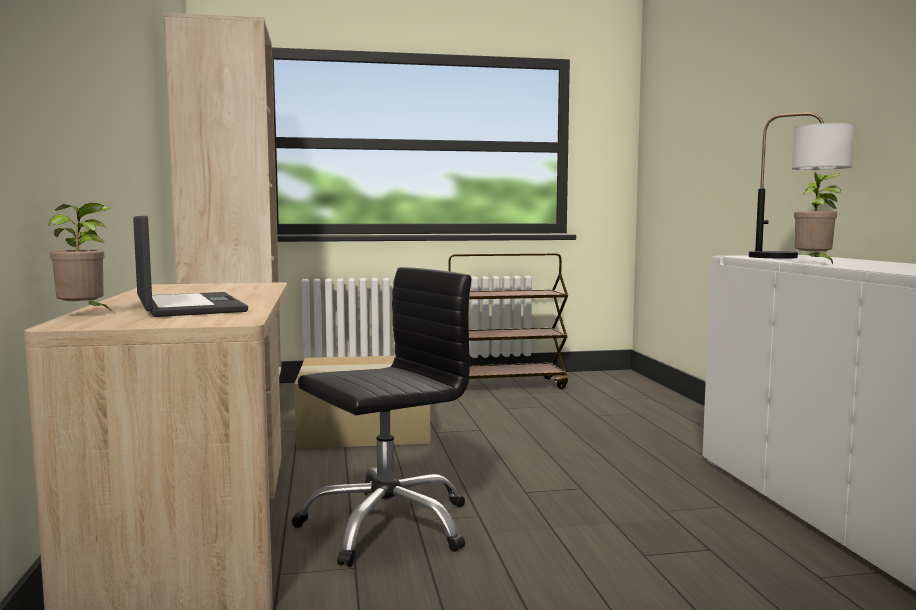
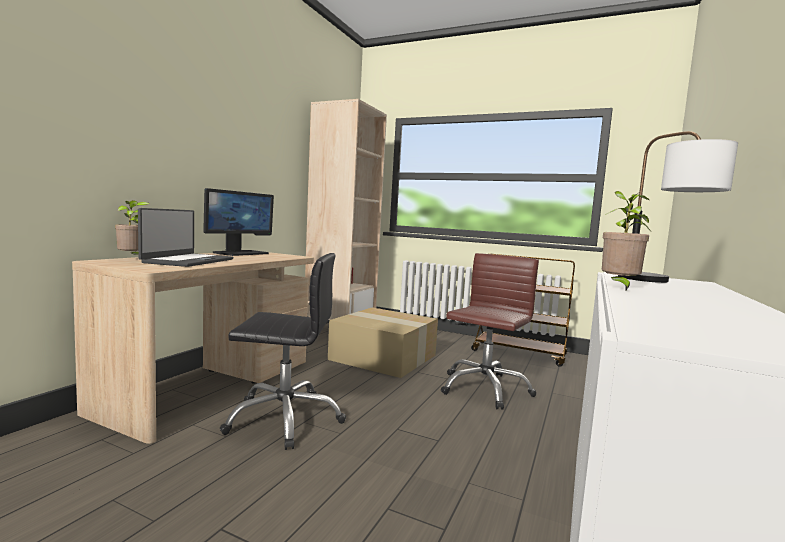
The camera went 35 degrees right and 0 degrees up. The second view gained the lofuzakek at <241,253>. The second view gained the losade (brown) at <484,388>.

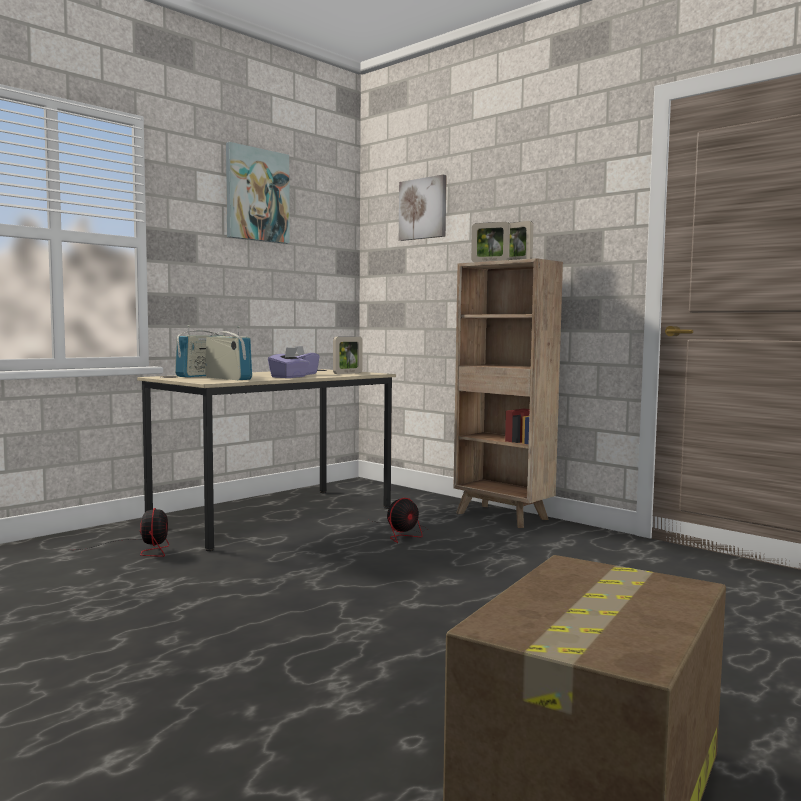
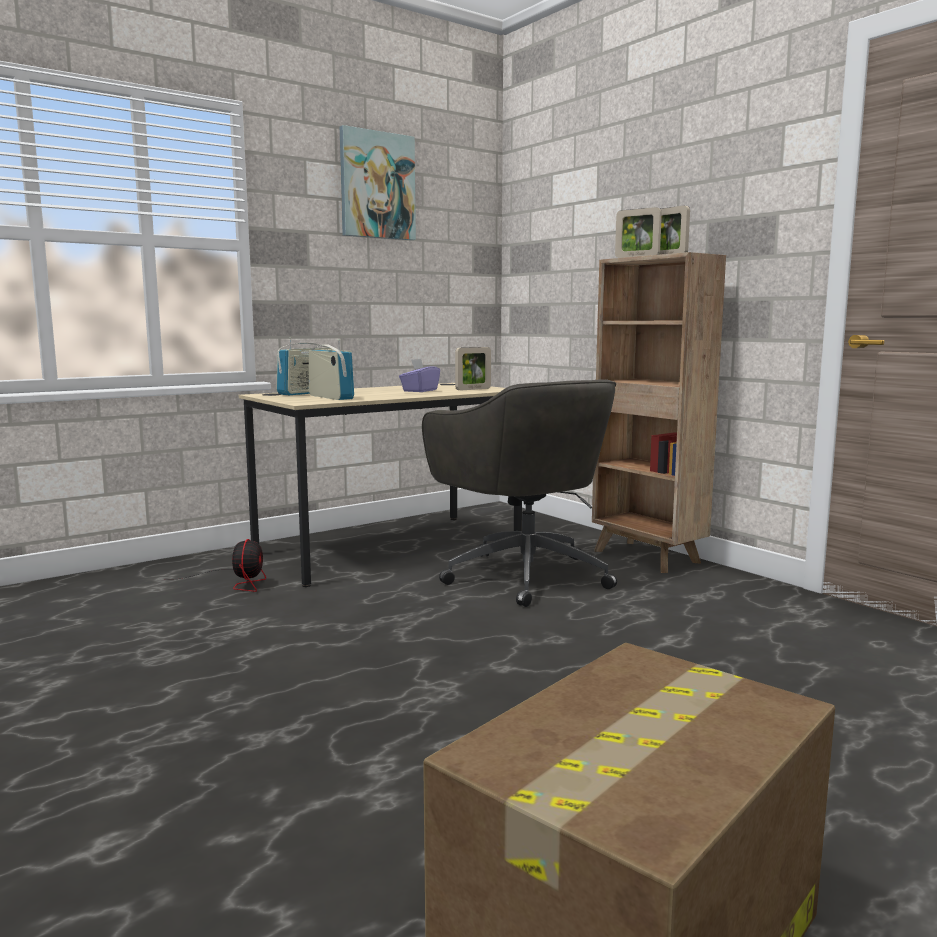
The camera went 10 degrees right and 5 degrees up. Where the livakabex stood at <403,534>, the losade (grey) came to stand at <523,575>. The second view lost the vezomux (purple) at <289,377>. The second view lost the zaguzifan at <423,209>.

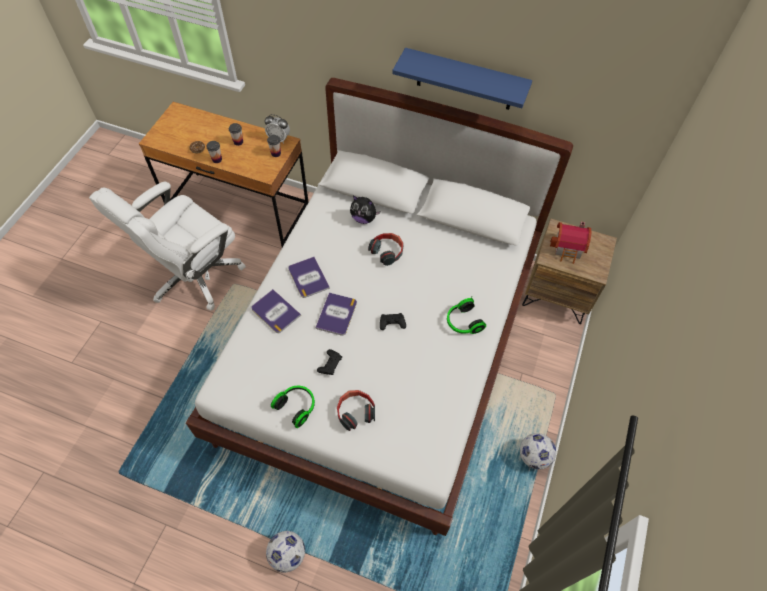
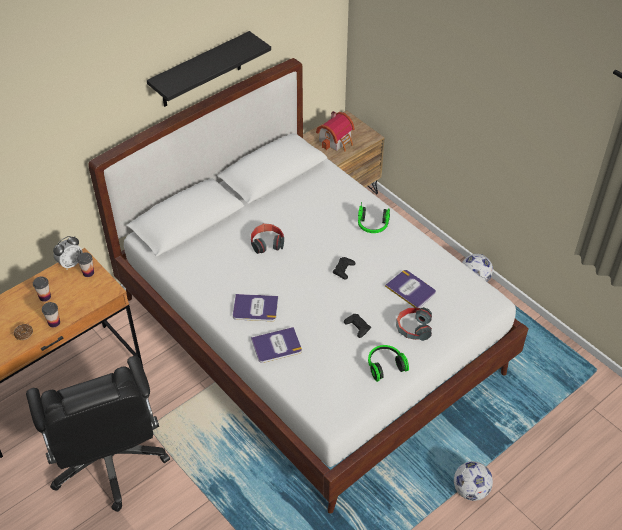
The camera went 60 degrees left and 10 degrees down. What was the losade (white) at <193,275> turned into the losade (black) at <109,462>. What was the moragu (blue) at <465,80> turned into the moragu (black) at <201,71>. The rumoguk ended up elsewhere, having gone from <336,314> to <411,289>. The second view lost the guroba at <364,218>.

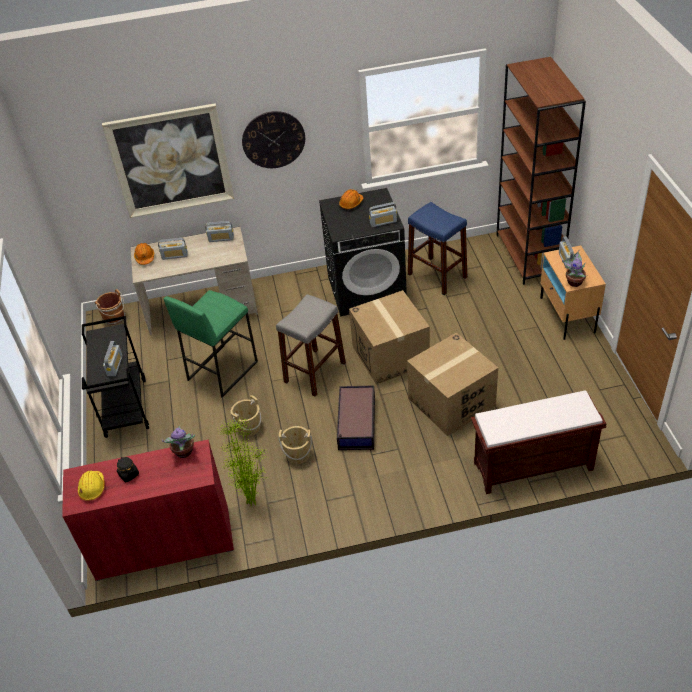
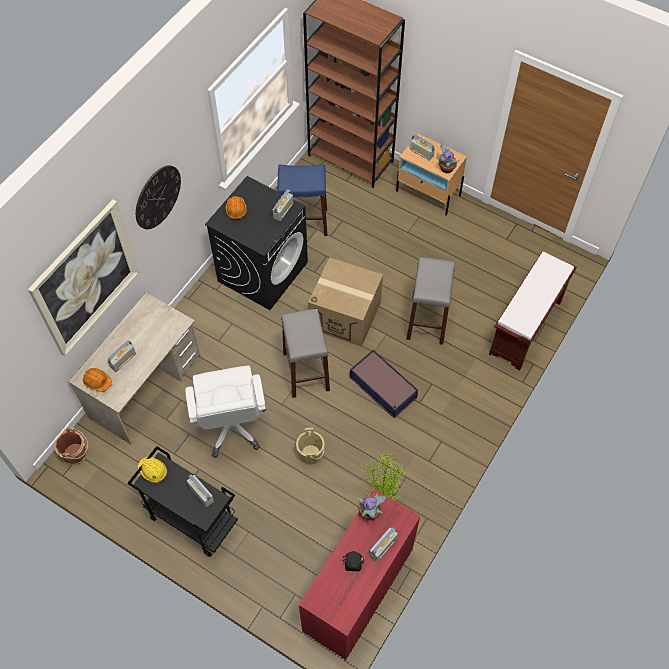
The camera went 50 degrees left and 15 degrees up. The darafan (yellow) ended up elsewhere, having gone from <92,488> to <153,471>. Where the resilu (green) stood at <222,370>, the losade (white) came to stand at <232,426>. The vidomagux ended up elsewhere, having gone from <221,238> to <383,547>. Where the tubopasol stood at <451,402>, the resilu (grey) came to stand at <427,320>. The second view lost the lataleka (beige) at <298,455>.

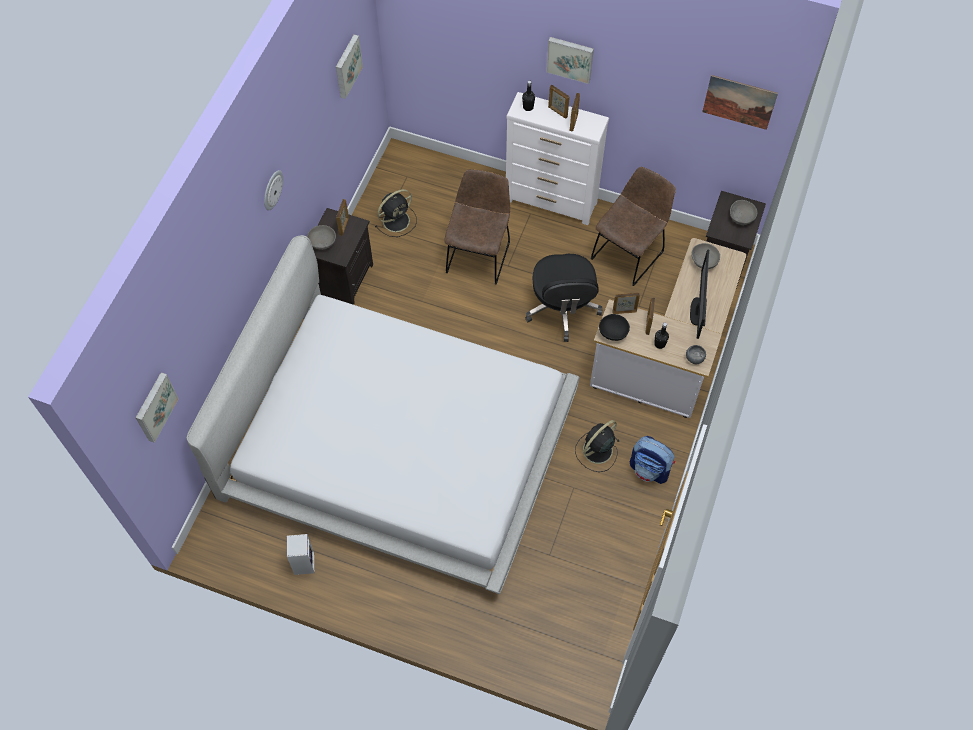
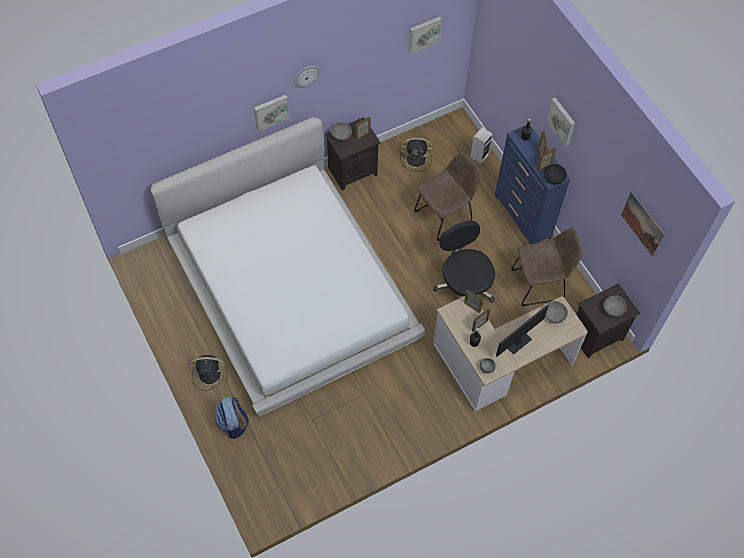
The camera went 40 degrees right and 0 degrees up. The livakabex (black) ended up elsewhere, having gone from <596,451> to <208,374>. The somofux ended up elsewhere, having gone from <650,469> to <233,424>. The zaguzifan ended up elsewhere, having gone from <154,406> to <271,111>. The losade (black) at <562,308> ended up facing another way, 120 degrees clockwise from before. The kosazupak ended up elsewhere, having gone from <303,562> to <479,155>. What was the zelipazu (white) at <551,202> turned into the zelipazu (blue) at <522,217>. The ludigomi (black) ended up elsewhere, having gone from <613,333> to <554,179>.

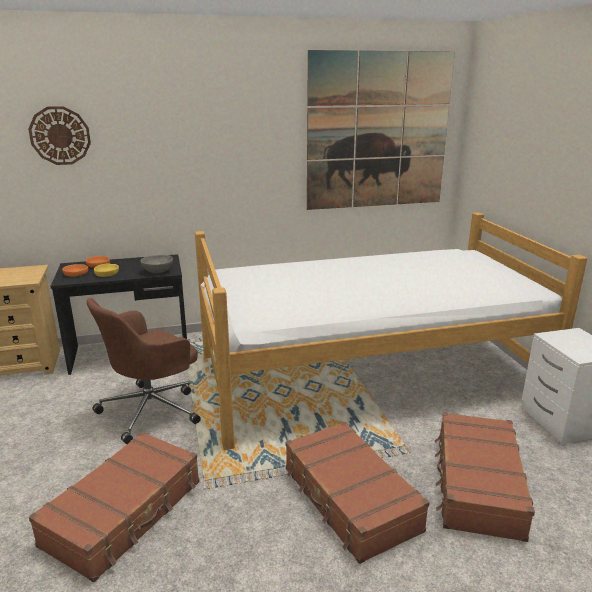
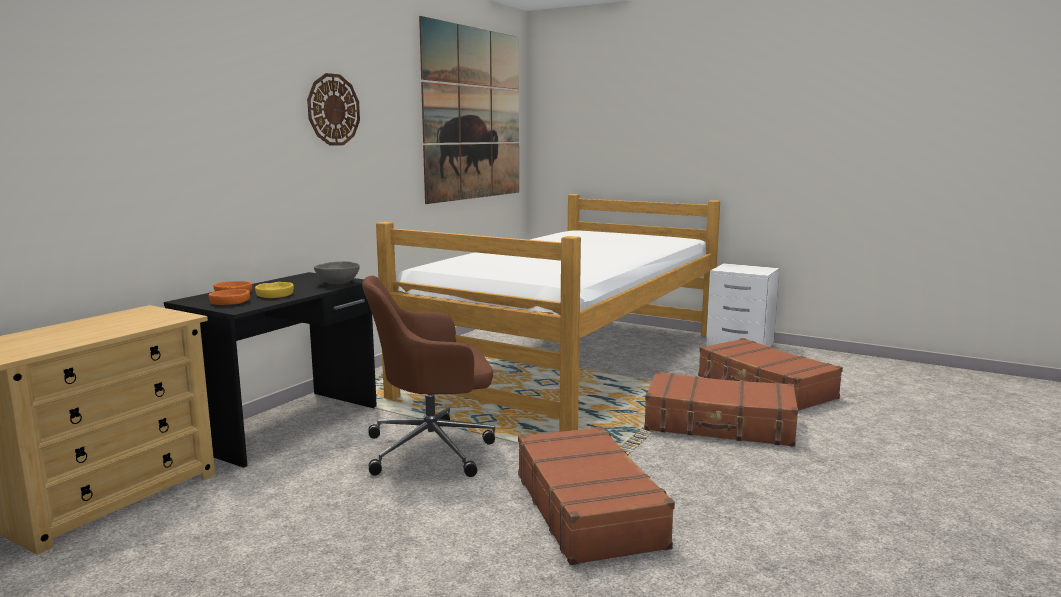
The camera went 45 degrees left and 10 degrees down. The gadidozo ended up elsewhere, having gone from <60,136> to <333,110>. The losade (brown) at <152,409> ended up facing another way, 75 degrees clockwise from before.

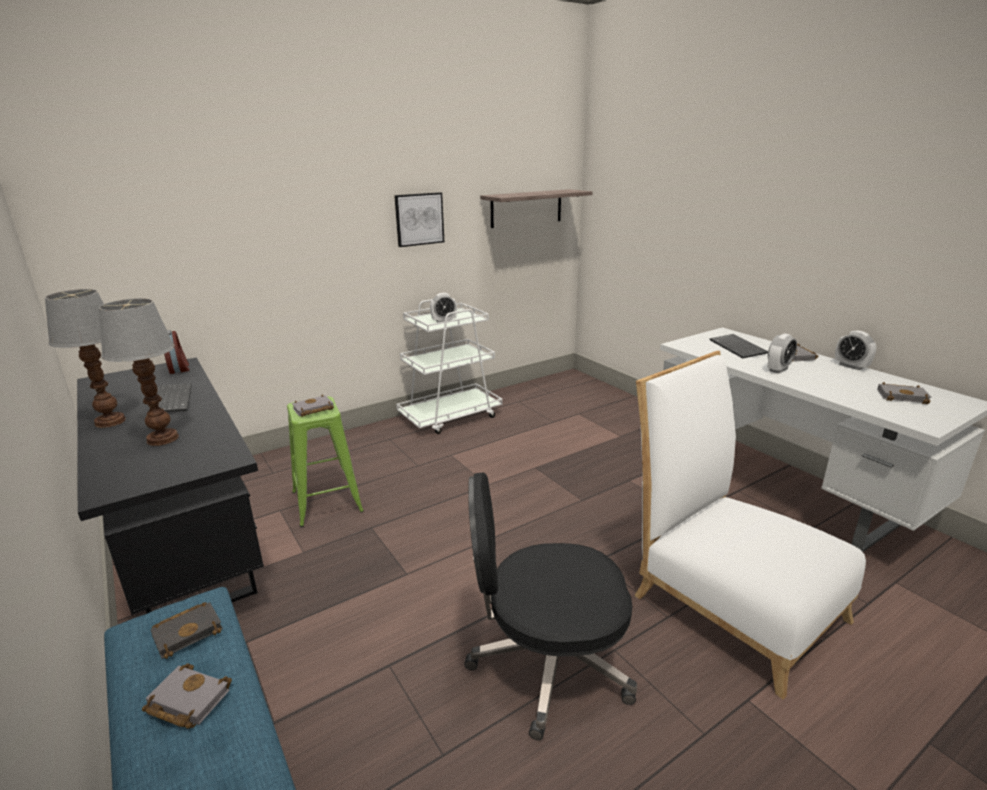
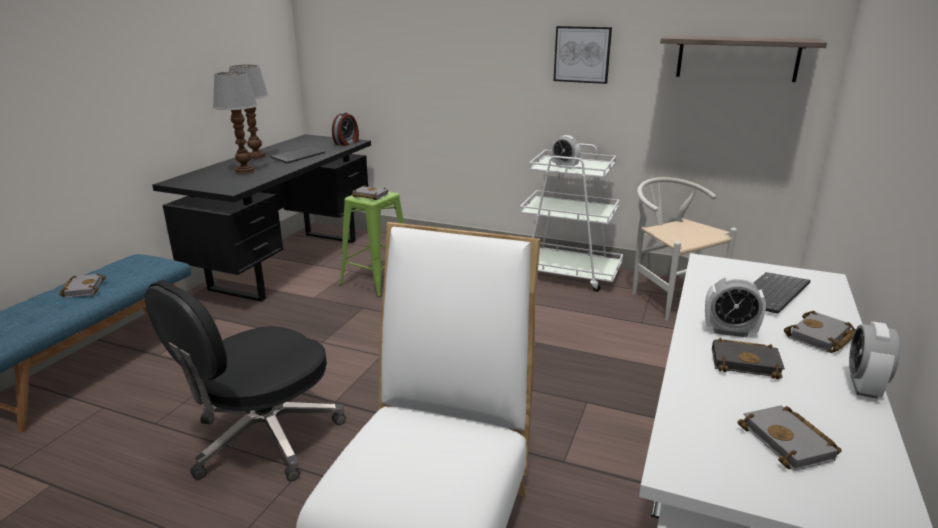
The camera went 55 degrees right and 0 degrees up. The losade (black) at <547,664> ended up facing another way, 105 degrees counterclockwise from before. The second view gained the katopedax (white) at <668,297>. The rumoguk (black) ended up elsewhere, having gone from <189,631> to <746,362>.

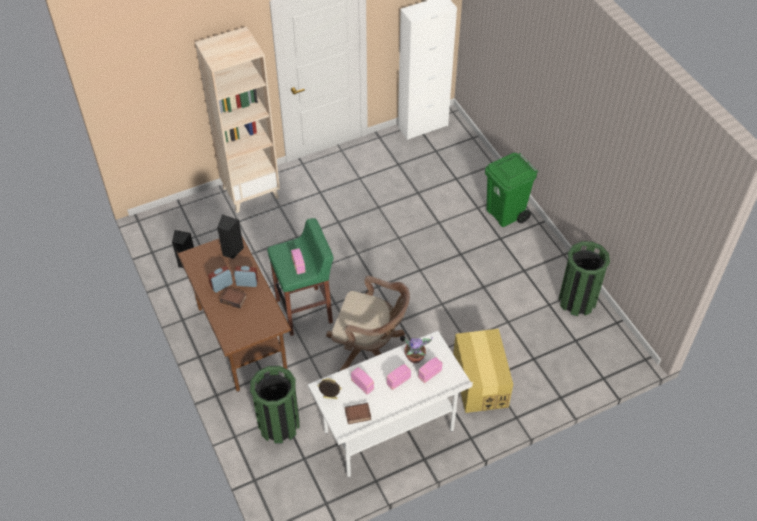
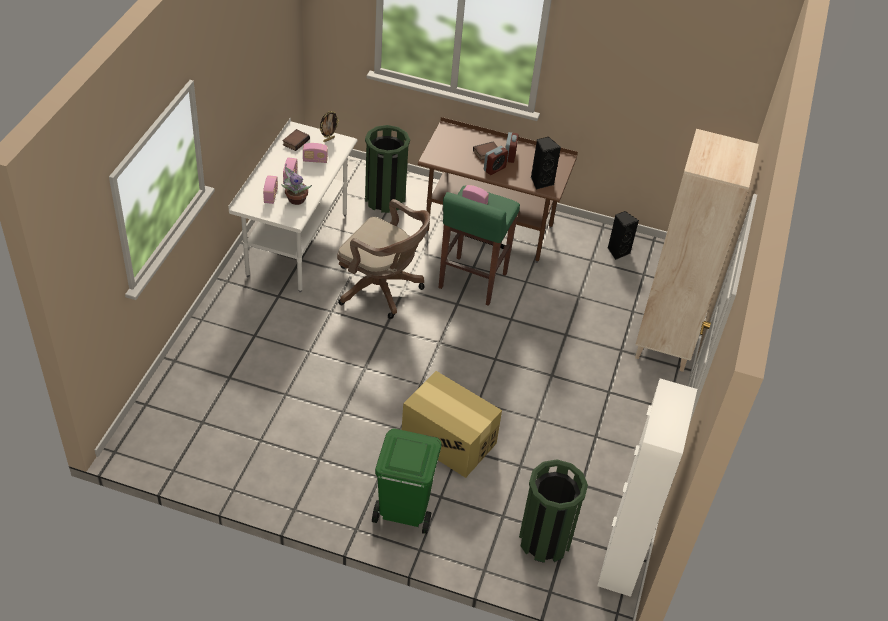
The camera went 130 degrees right and 5 degrees down. The losade (brown) at <370,349> ended up facing another way, 120 degrees counterclockwise from before. The tubopasol ended up elsewhere, having gone from <480,382> to <449,440>. The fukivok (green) ended up elsewhere, having gone from <577,300> to <544,540>.

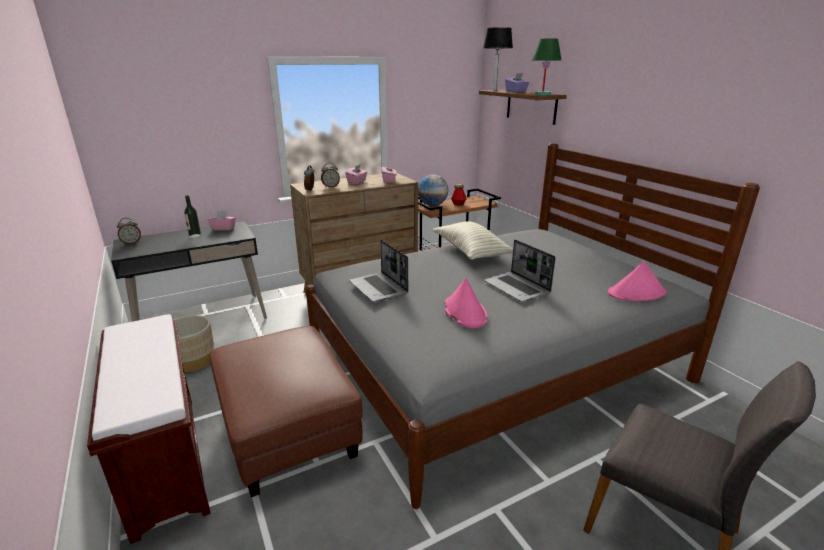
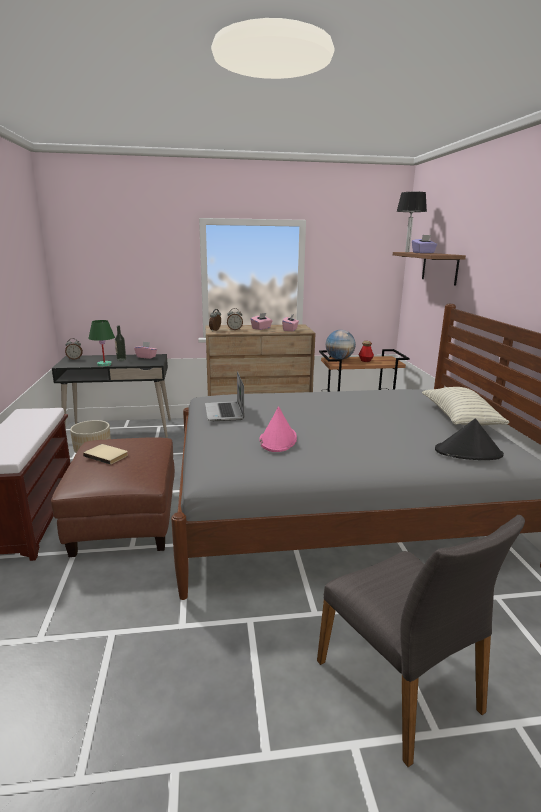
The camera went 20 degrees right and 5 degrees down. The second view gained the rumoguk (beige) at <107,455>. The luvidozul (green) ended up elsewhere, having gone from <542,94> to <105,364>. The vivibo ended up elsewhere, having gone from <471,252> to <459,419>. What was the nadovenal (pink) at <636,293> turned into the nadovenal (black) at <468,453>. The second view lost the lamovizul at <517,288>.

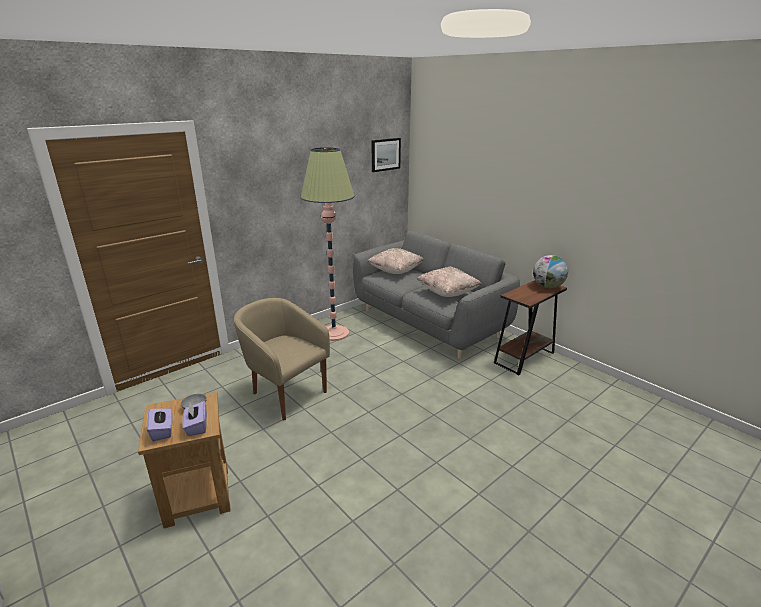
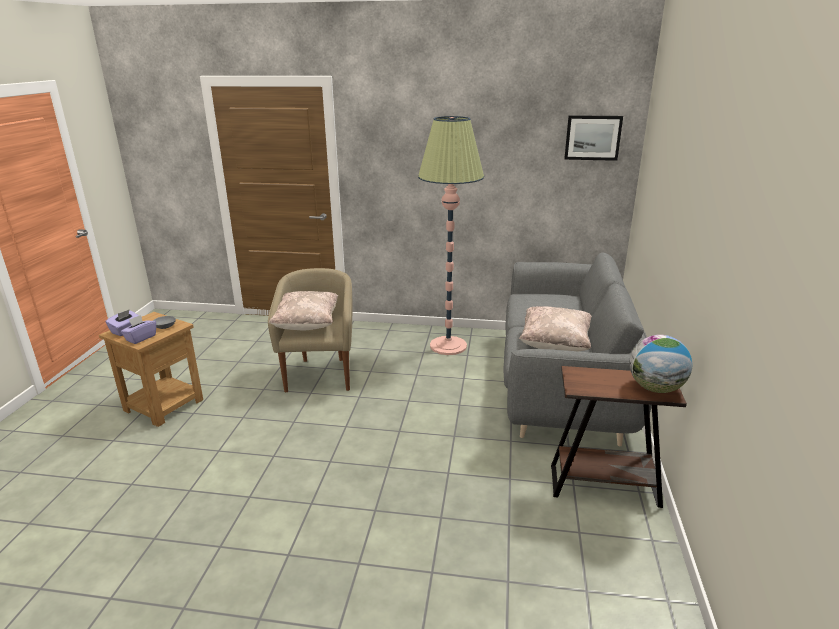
The camera went 50 degrees right and 0 degrees up. The vivibo (beige) ended up elsewhere, having gone from <395,271> to <306,325>.

